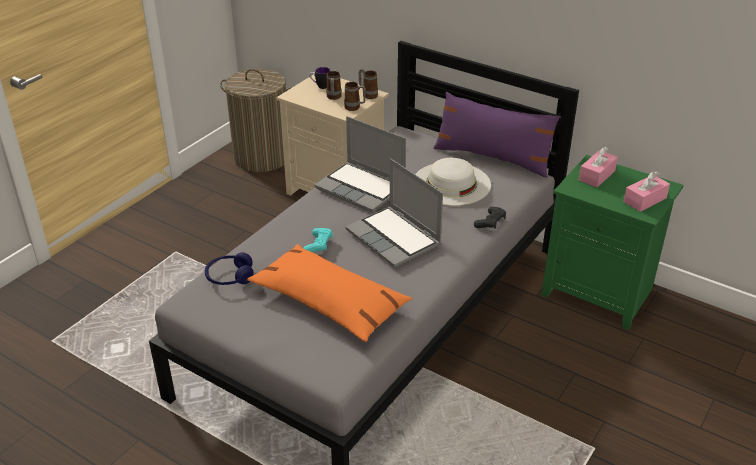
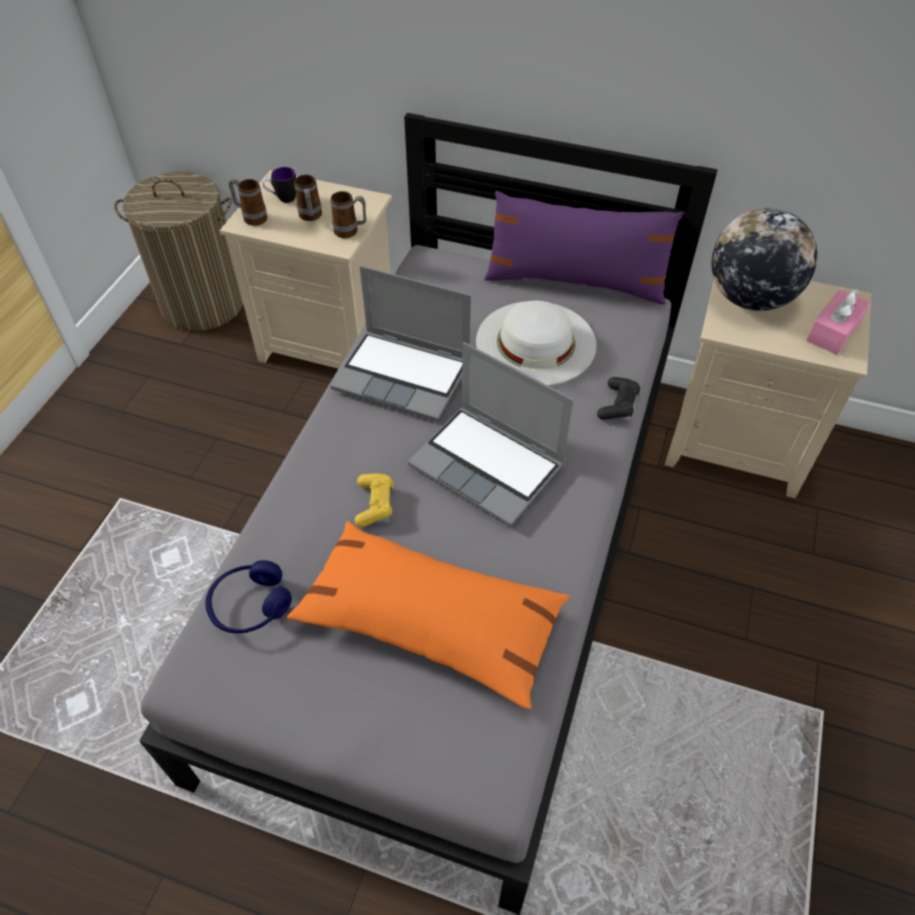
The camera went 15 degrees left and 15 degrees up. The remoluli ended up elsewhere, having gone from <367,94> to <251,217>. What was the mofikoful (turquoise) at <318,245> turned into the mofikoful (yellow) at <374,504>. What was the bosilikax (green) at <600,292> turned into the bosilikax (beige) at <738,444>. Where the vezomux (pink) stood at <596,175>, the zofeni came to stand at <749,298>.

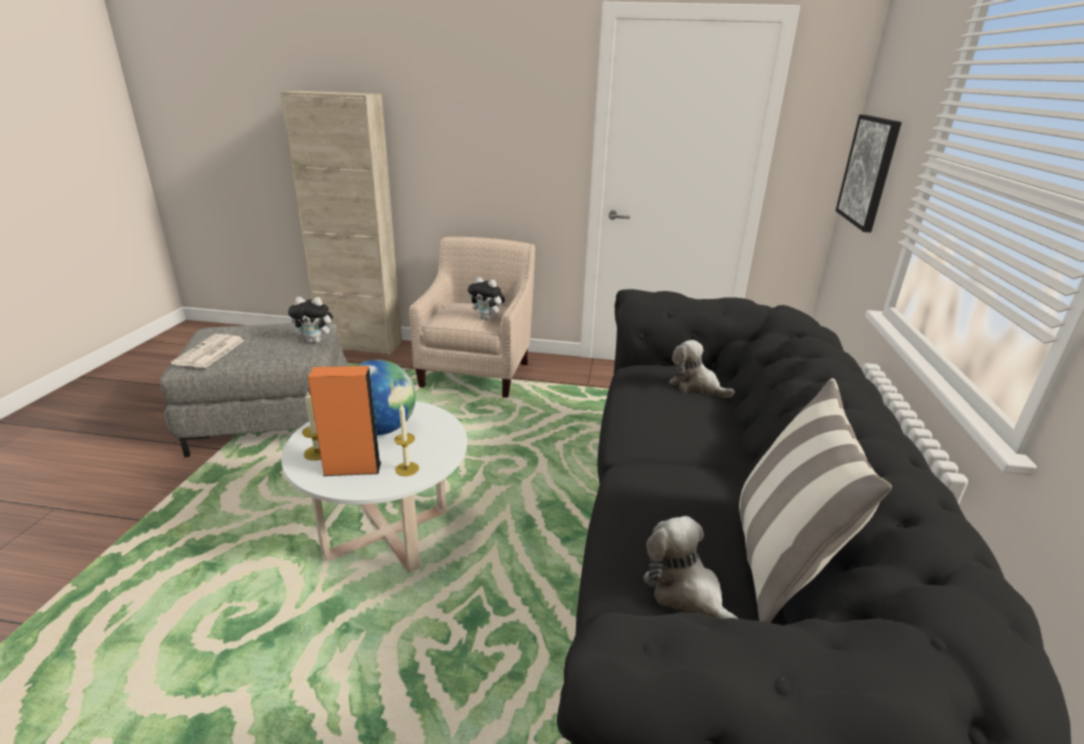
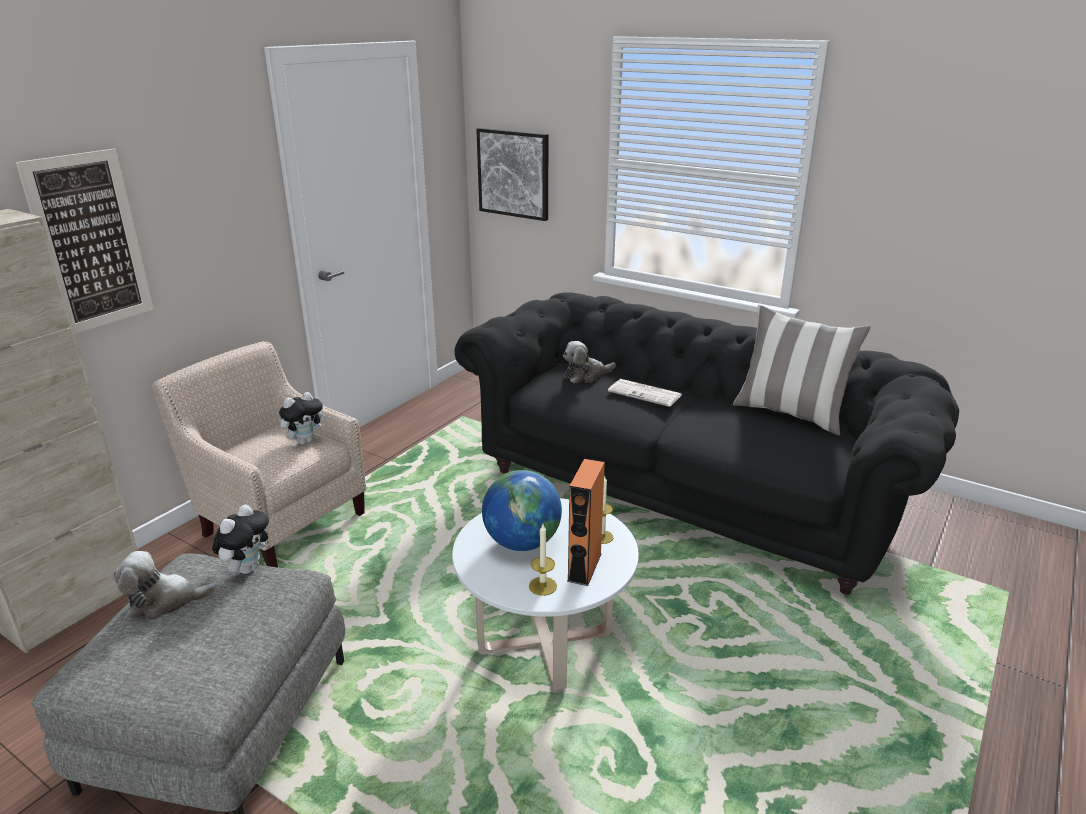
The camera went 65 degrees left and 0 degrees up. The second view gained the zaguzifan at <90,242>. The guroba ended up elsewhere, having gone from <686,592> to <164,601>. The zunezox ended up elsewhere, having gone from <210,352> to <646,393>.

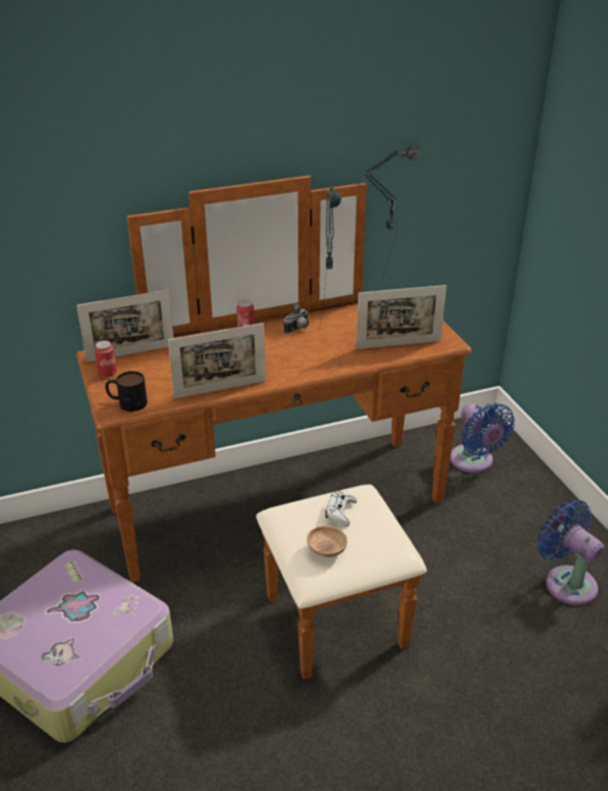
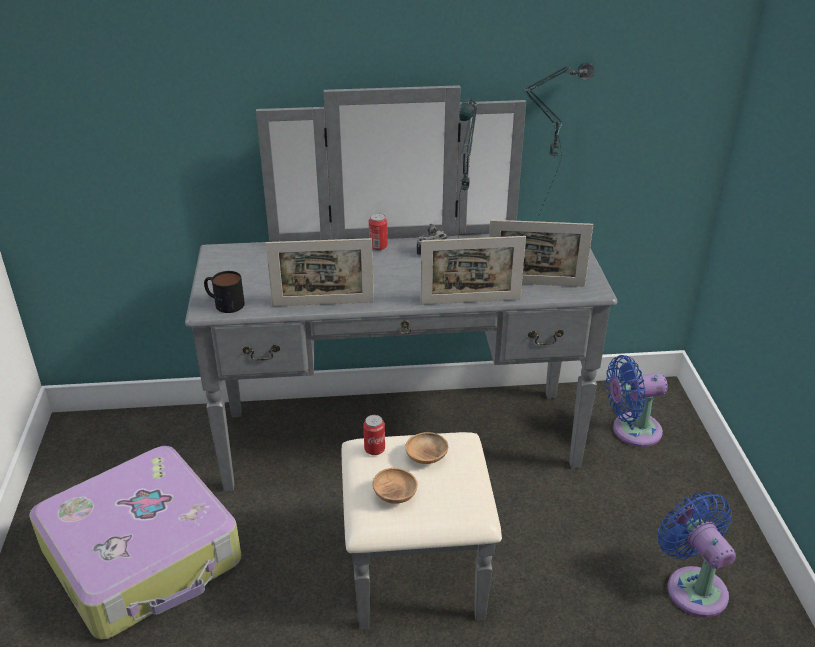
The camera went 15 degrees right and 0 degrees up. What was the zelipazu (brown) at <291,528> turned into the zelipazu (grey) at <405,466>. The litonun ended up elsewhere, having gone from <107,373> to <374,449>. Where the mofikoful (white) stood at <340,512>, the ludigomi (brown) came to stand at <426,457>. The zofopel ended up elsewhere, having gone from <131,353> to <470,301>. The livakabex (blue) at <474,462> ended up facing another way, 90 degrees clockwise from before.

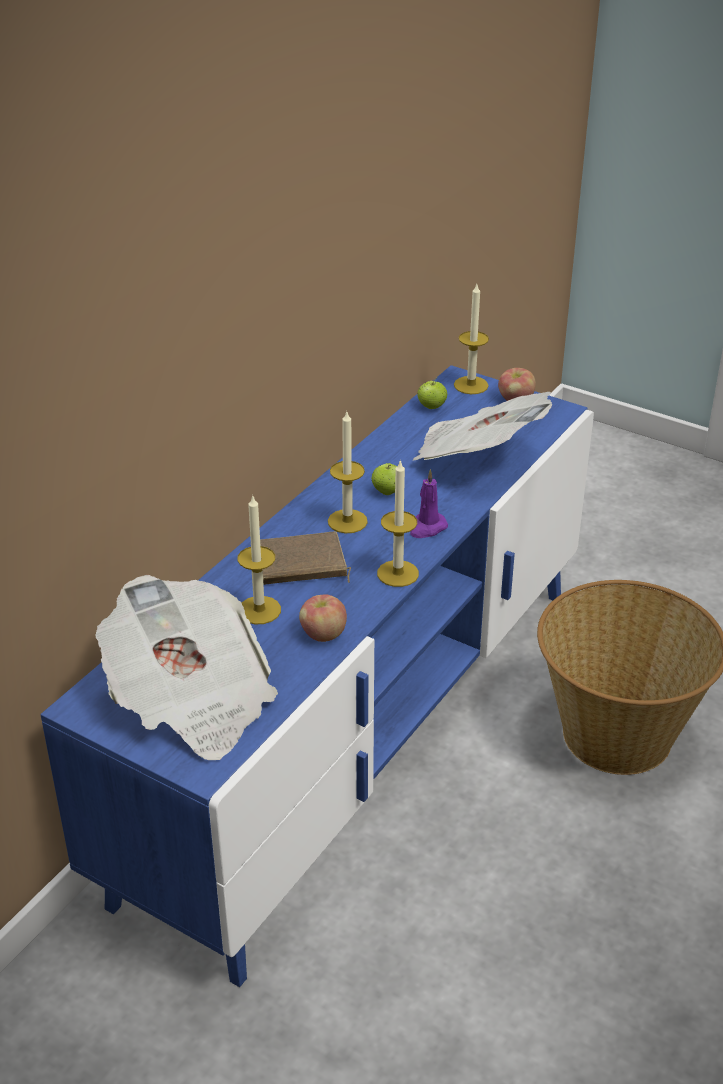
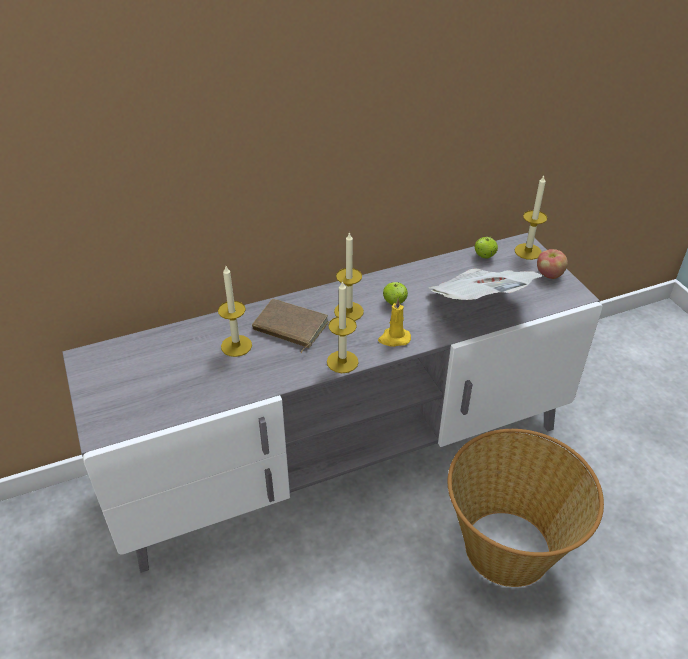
The camera went 35 degrees right and 5 degrees up. What was the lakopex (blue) at <360,733> turned into the lakopex (grey) at <343,454>. What was the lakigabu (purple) at <426,527> turned into the lakigabu (yellow) at <394,338>. The second view lost the zunezox at <191,700>. The second view lost the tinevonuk at <323,634>.

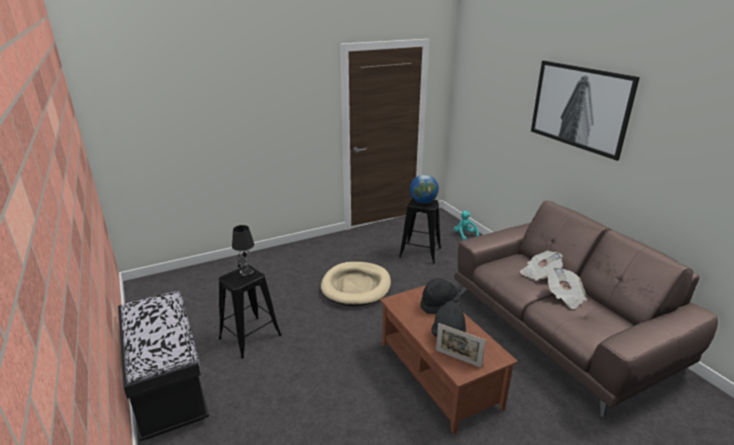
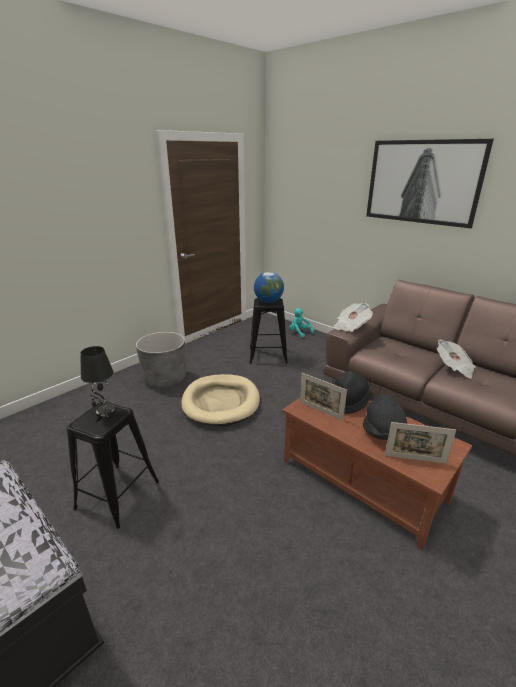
The camera went 20 degrees left and 0 degrees up. The second view gained the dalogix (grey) at <165,378>. The second view gained the zofopel at <320,411>. The zunezox ended up elsewhere, having gone from <539,274> to <351,326>.

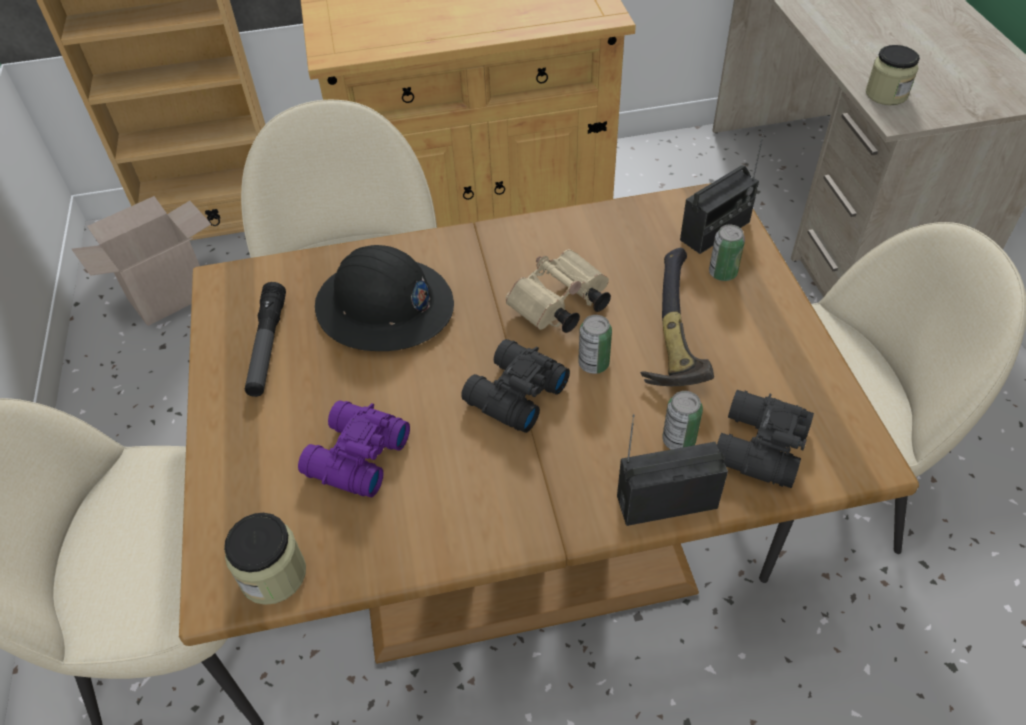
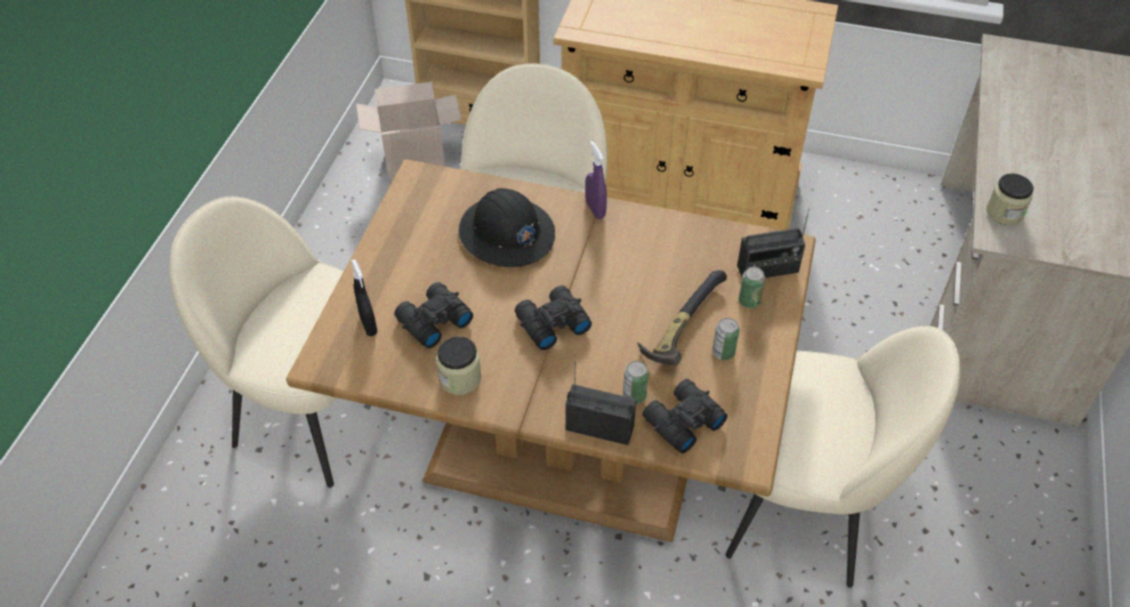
The camera went 25 degrees right and 0 degrees up. The second view gained the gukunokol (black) at <368,325>. What was the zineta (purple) at <354,457> turned into the zineta (black) at <432,321>. The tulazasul ended up elsewhere, having gone from <273,574> to <460,378>. The second view gained the gukunokol (purple) at <595,210>. The litonun ended up elsewhere, having gone from <593,364> to <723,352>. The second view lost the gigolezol at <267,346>. The second view lost the zineta (beige) at <559,307>.

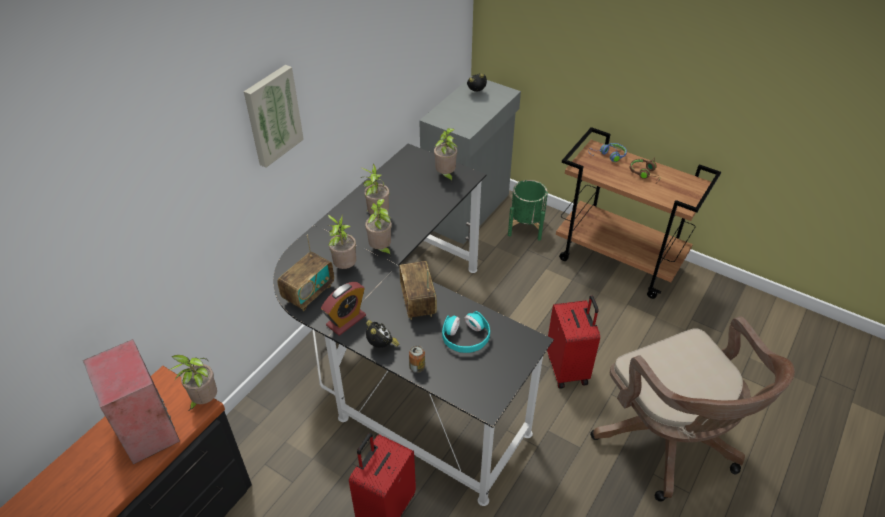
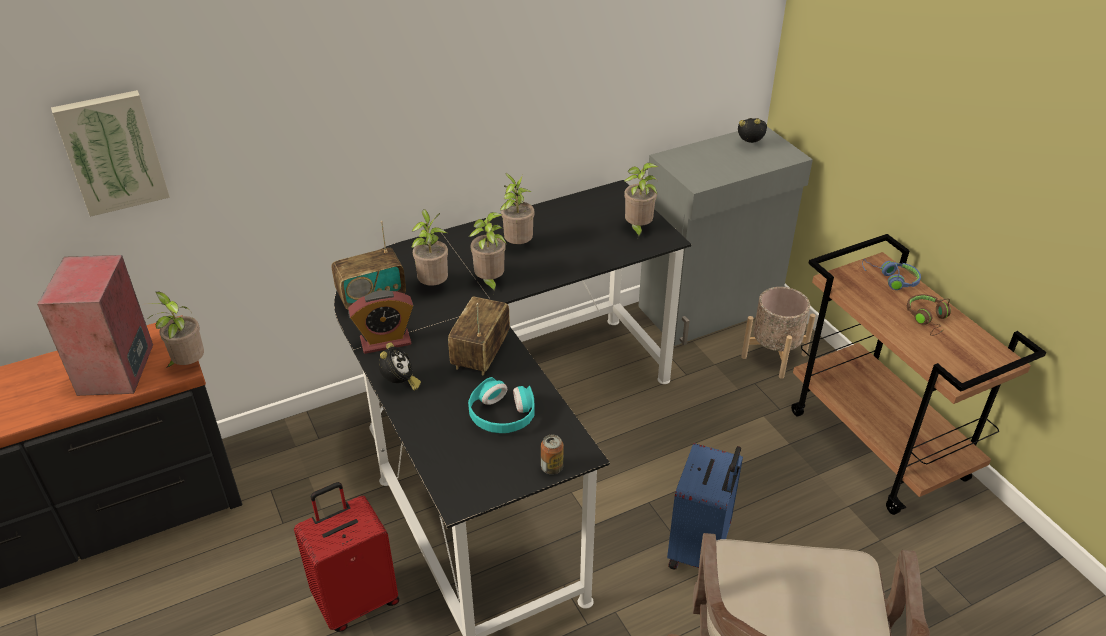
The camera went 30 degrees right and 5 degrees down. The zaguzifan ended up elsewhere, having gone from <272,115> to <112,152>. The litonun ended up elsewhere, having gone from <417,367> to <552,467>. What was the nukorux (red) at <568,369> turned into the nukorux (blue) at <700,550>. What was the dalogix (green) at <526,227> turned into the dalogix (beige) at <773,356>.

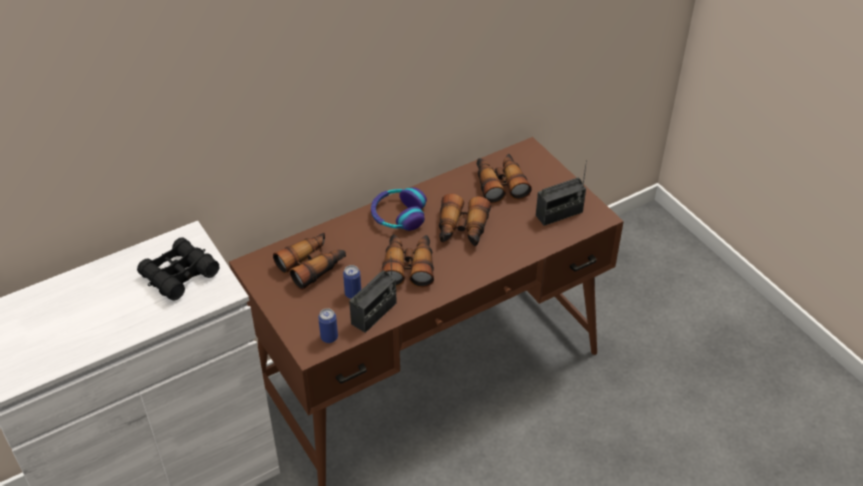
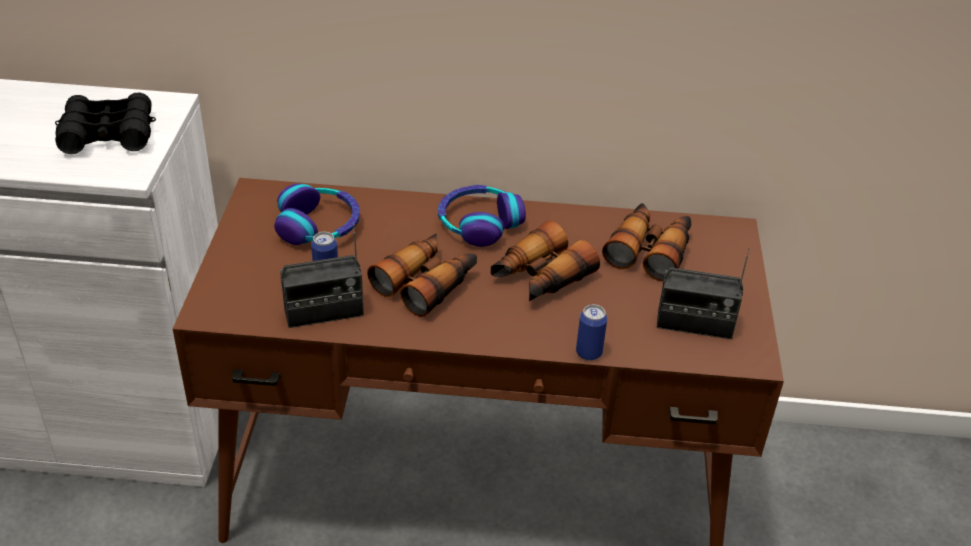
The camera went 35 degrees right and 5 degrees down. Where the zineta stood at <312,265>, the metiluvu came to stand at <318,226>. The litonun ended up elsewhere, having gone from <329,337> to <588,353>.

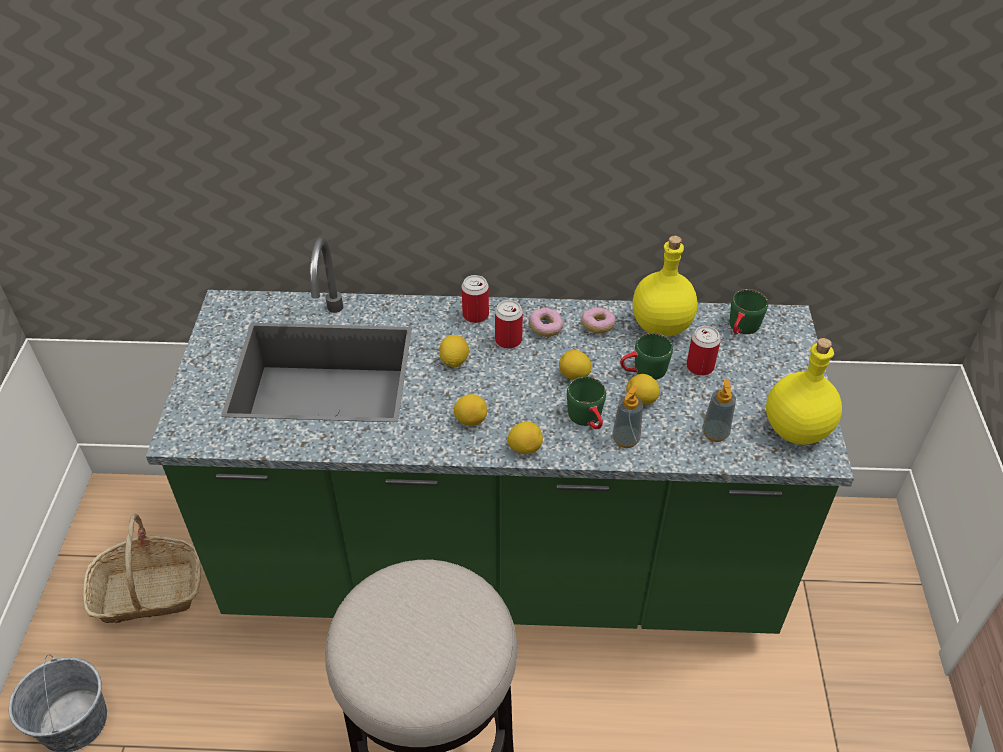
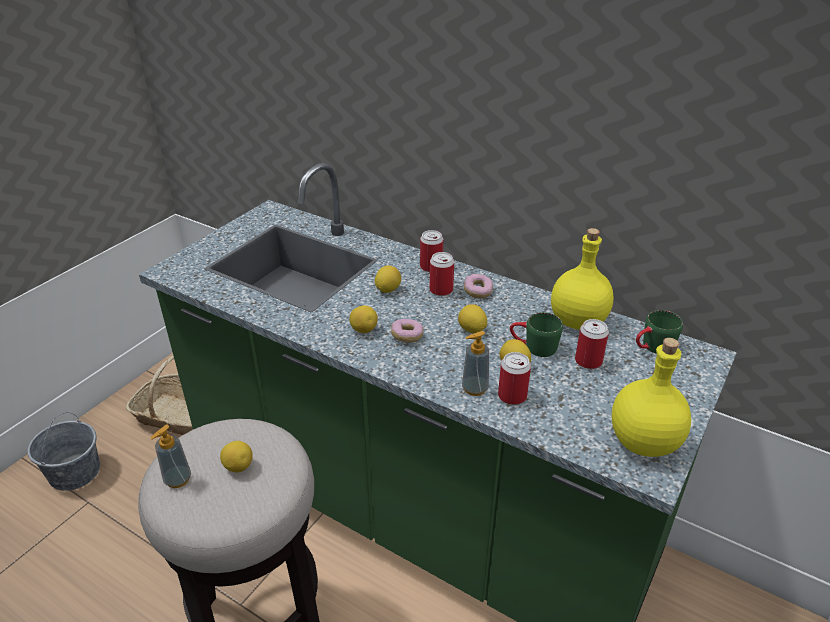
The camera went 30 degrees right and 10 degrees down. The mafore ended up elsewhere, having gone from <715,433> to <177,479>. The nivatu ended up elsewhere, having gone from <525,448> to <238,466>. The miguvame ended up elsewhere, having gone from <597,326> to <407,336>. The second view gained the litonun at <512,396>. The second view lost the remoluli (green) at <588,419>.

